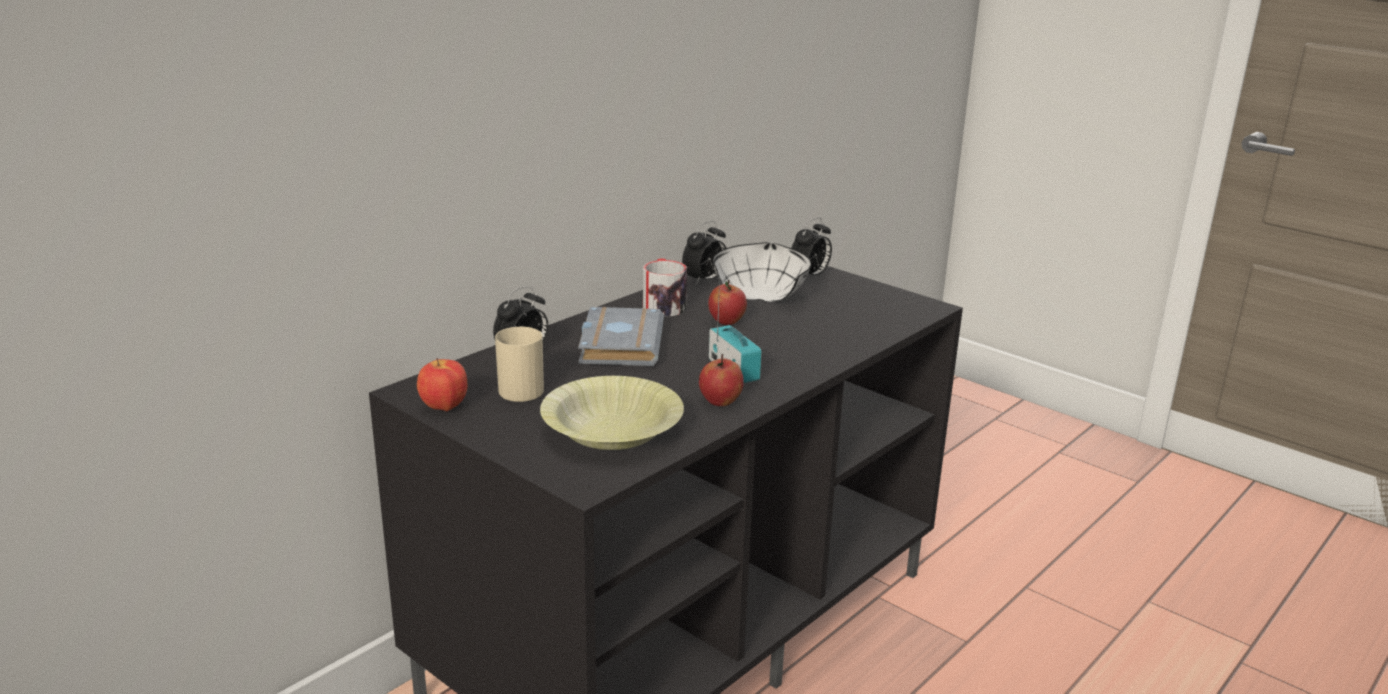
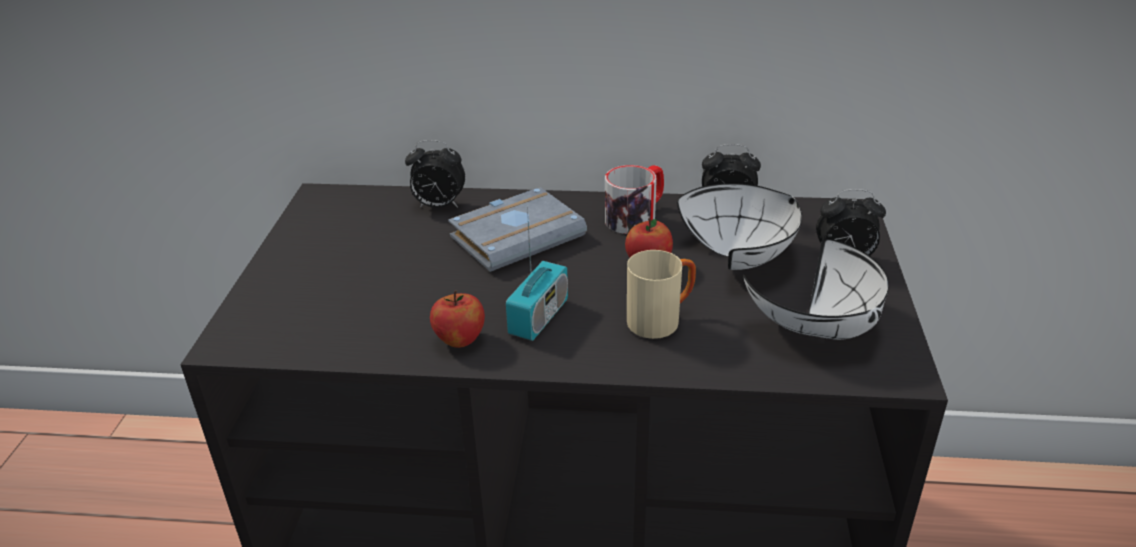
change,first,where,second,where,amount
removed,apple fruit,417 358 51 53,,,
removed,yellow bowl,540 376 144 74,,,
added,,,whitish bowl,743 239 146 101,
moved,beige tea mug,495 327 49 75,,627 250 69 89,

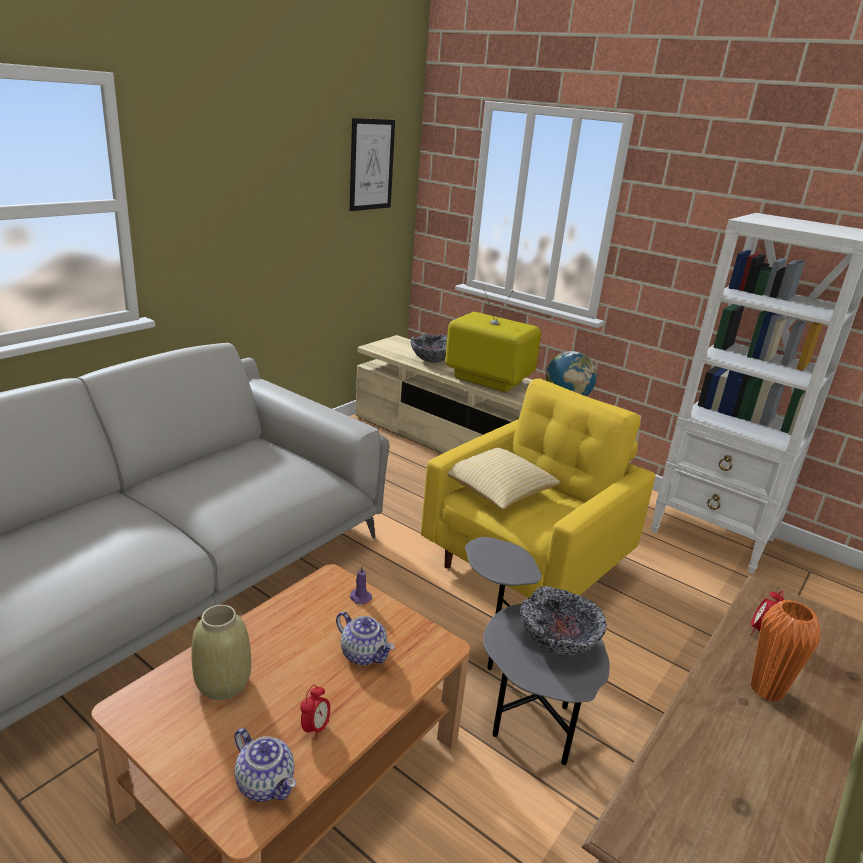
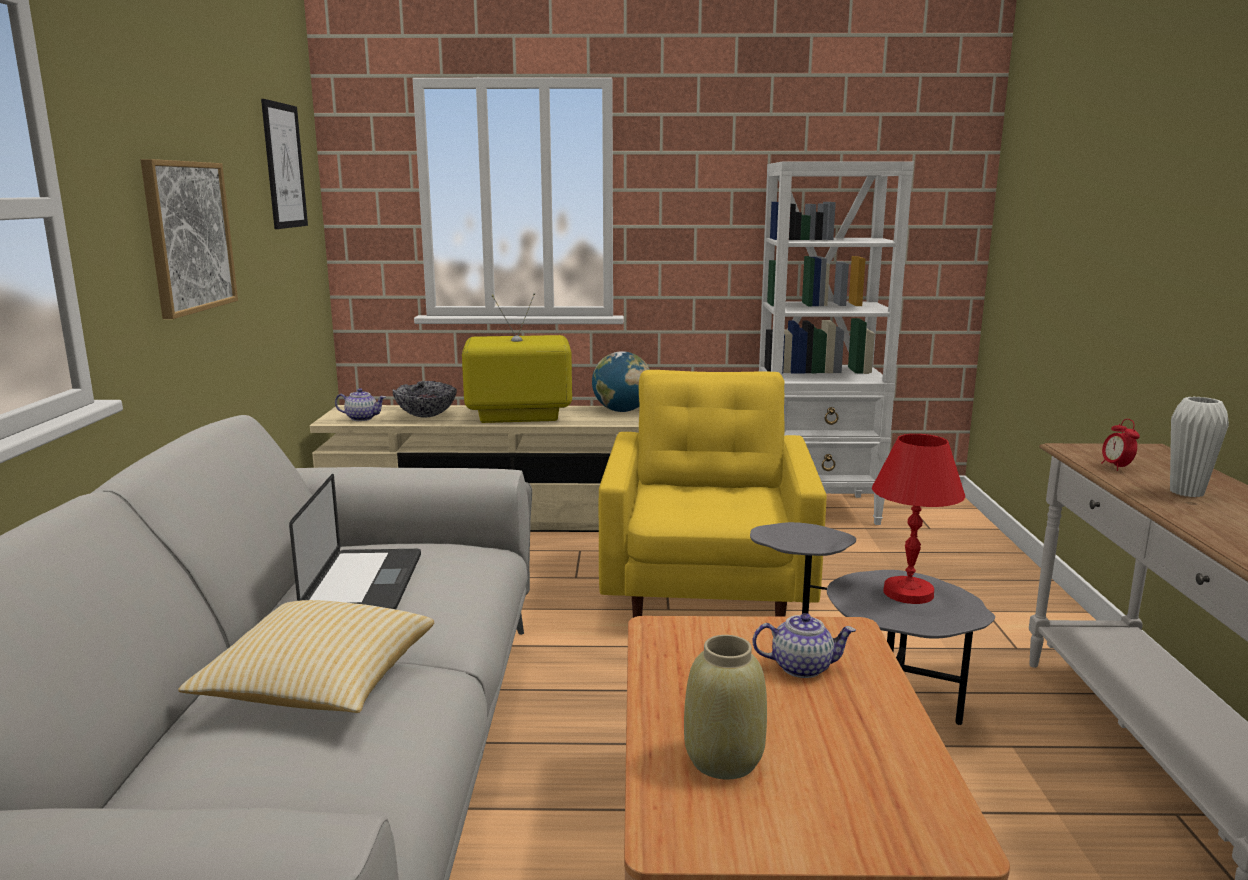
change,first,where,second,where,amount
removed,table clock,300 685 30 55,,,
removed,purple-coloured candle,350 566 22 39,,,
added,,,wall picture,141 159 97 160,
added,,,notebook computer,289 474 132 135,
moved,pot for tea,234 728 62 74,,335 388 51 33,
moved,cushion,447 448 113 61,,178 600 256 113,
replaced,bowl,520 586 87 70,reddish tabletop lamp,872 434 93 170,
recoloured,orange-coloured decorative vase,751 600 69 102,whitish decorative vase,1170 396 59 101,

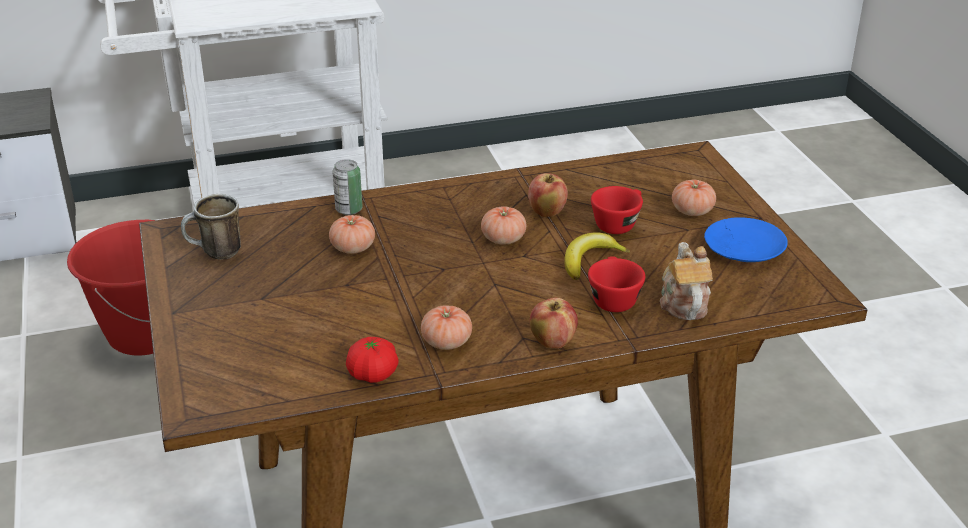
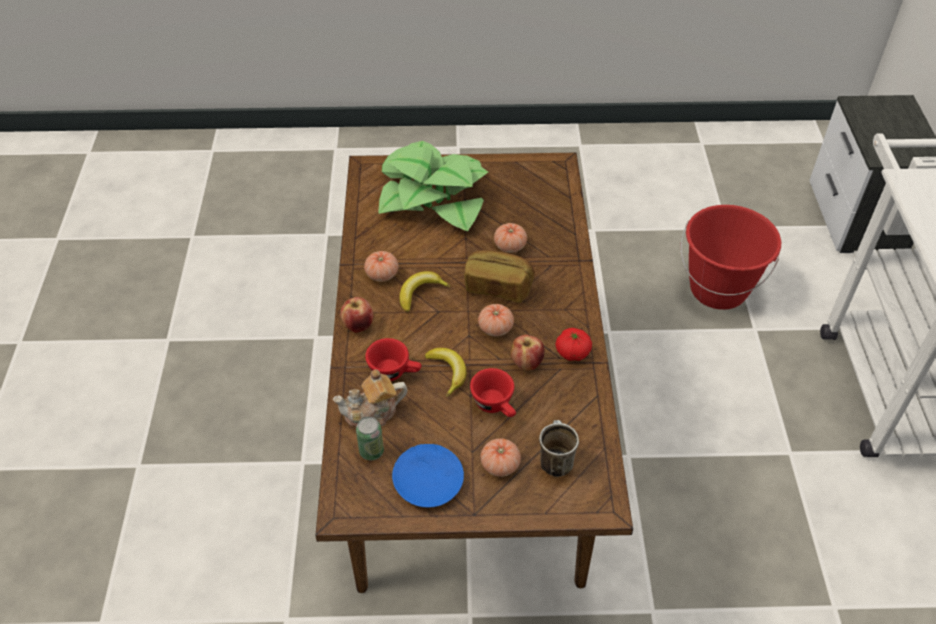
change,first,where,second,where,amount
added,,,houseplant,378 141 110 91,
added,,,whole banana,399 271 51 41,
added,,,bakery bread,464 250 71 53,
moved,tea mug,181 194 60 65,,539 420 40 57,
moved,sealed can,333 159 30 56,,356 417 28 43,
moved,whole tomato,346 337 53 46,,555 328 37 33,
turned,pot for tea,660 242 53 78,,332 369 75 58,150 degrees clockwise

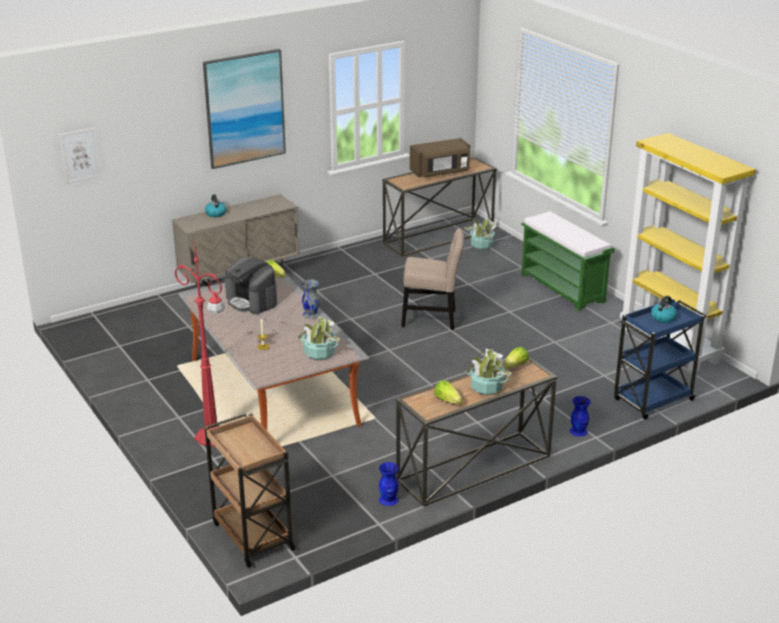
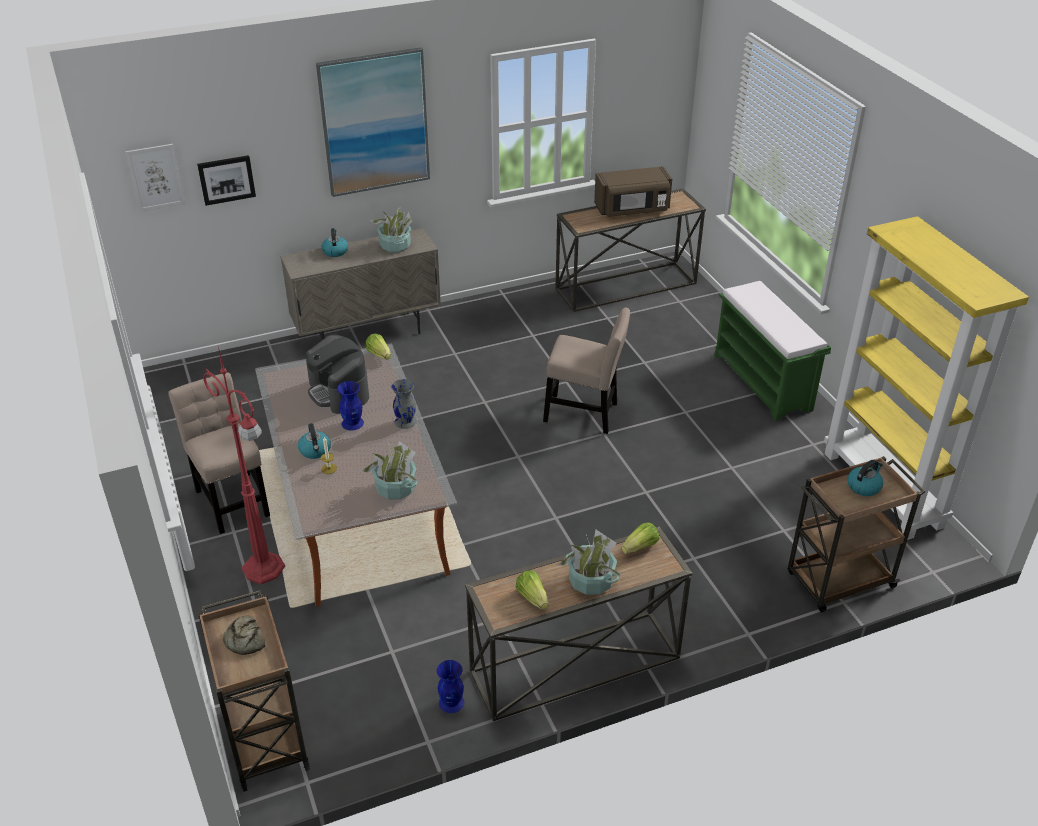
change,first,where,second,where,amount
added,,,beige plain chair,168 372 102 162,
added,,,wall picture,197 155 59 51,
added,,,bakery bread,223 615 42 40,
added,,,kettle,298 423 33 36,
moved,houseplant,464 217 32 33,,369 208 43 45,
moved,bluish decorative vase,570 396 21 41,,337 381 27 49,
recoloured,bluish cart,614 298 92 122,brown cart,788 456 137 156,

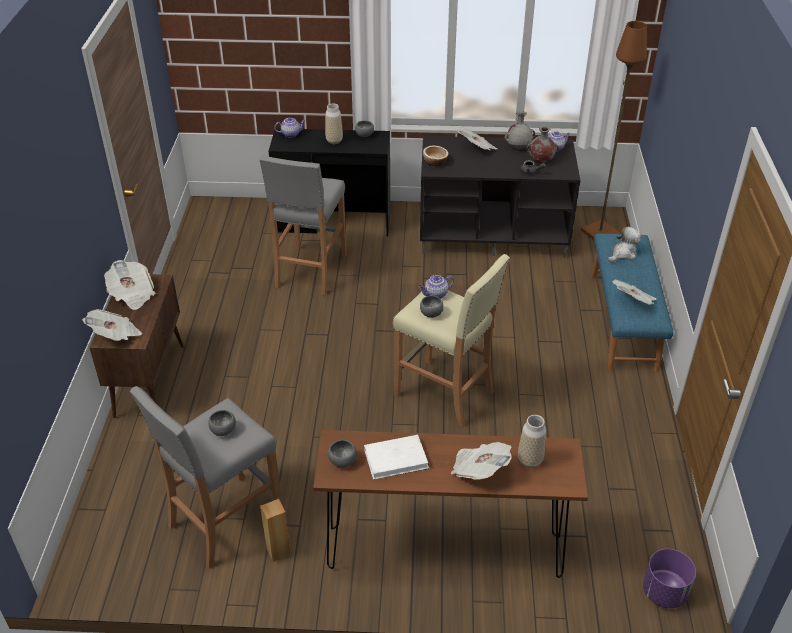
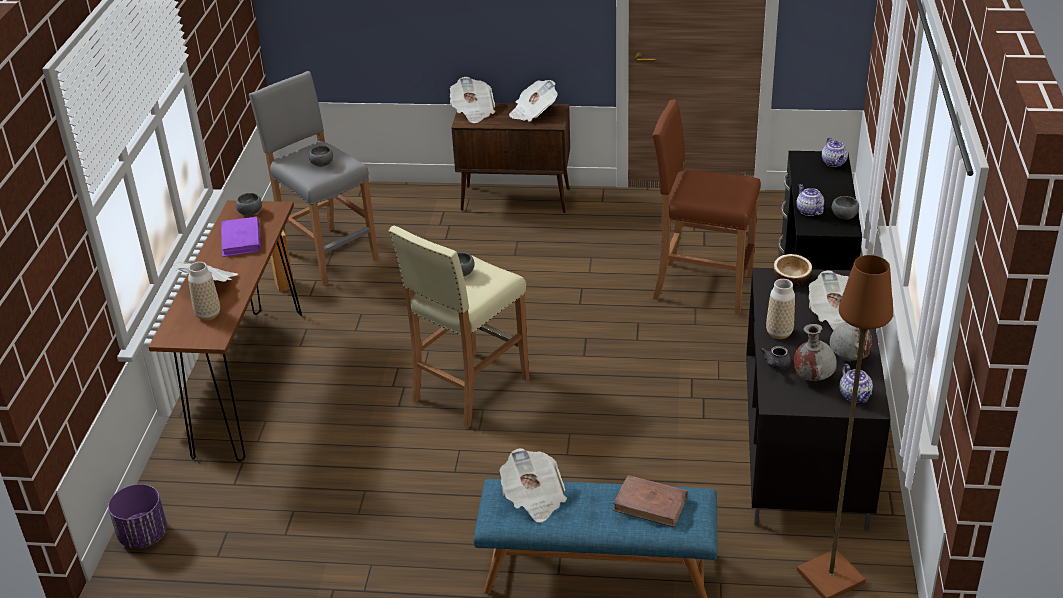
change,first,where,second,where,amount
moved,decorative vase,325 103 18 41,,766 279 29 60,
moved,pot for tea,419 275 35 24,,797 184 27 32,
replaced,soft toy,608 227 33 36,brown bound book,613 475 75 52,
recoloured,greyish stool seat,259 156 88 140,brown stool seat,652 99 109 215,
recoloured,whitish bound book,364 435 65 45,purple-coloured bound book,221 217 40 40,

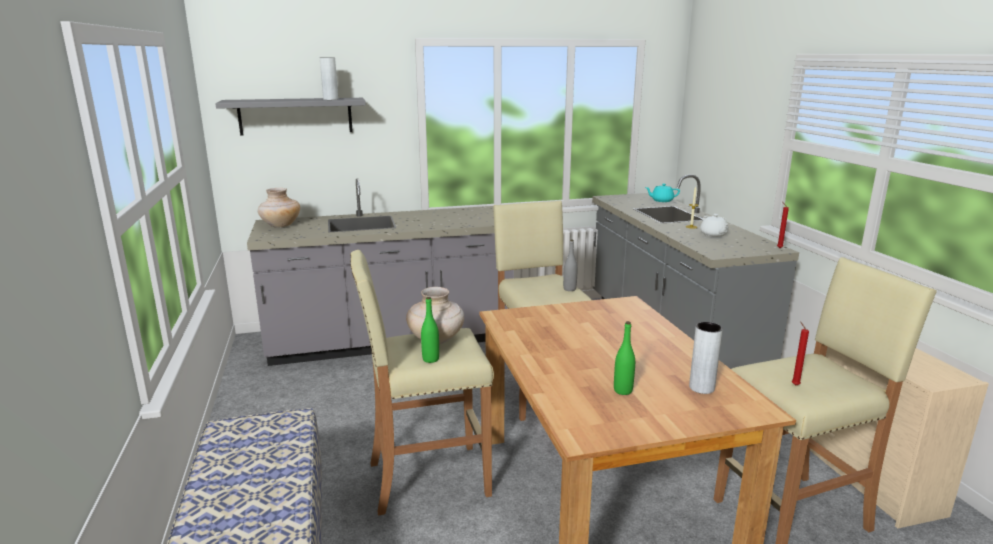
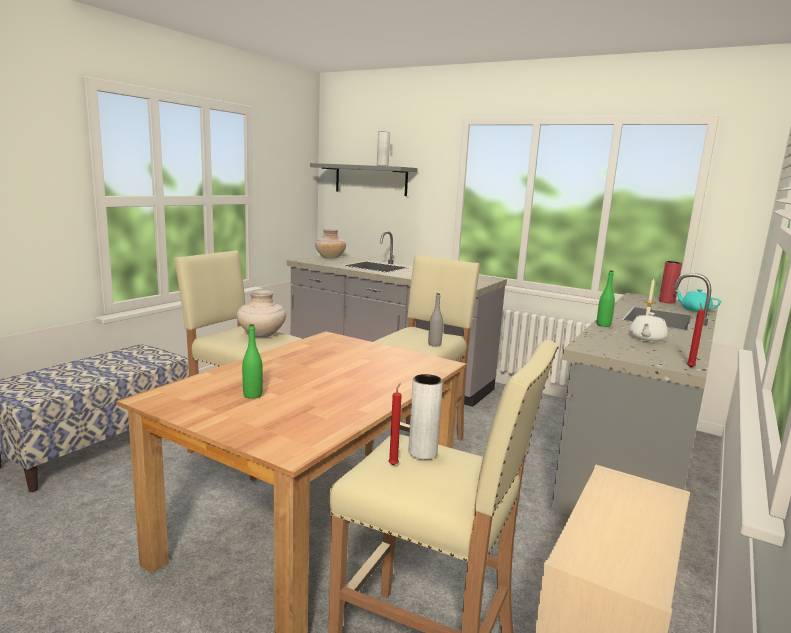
change,first,where,second,where,amount
added,,,reddish decorative vase,659 261 23 43,
moved,green-coloured beverage bottle,421 297 18 66,,597 270 18 57,
moved,greyish decorative vase,689 322 34 72,,409 374 34 86,

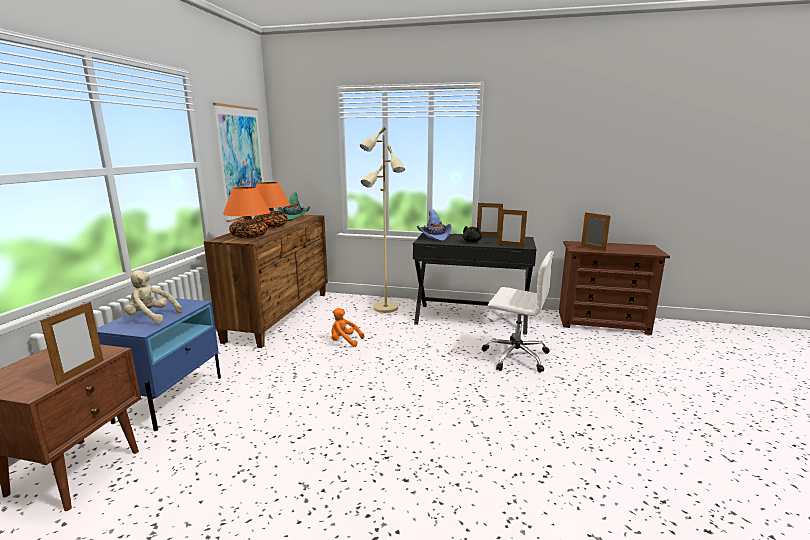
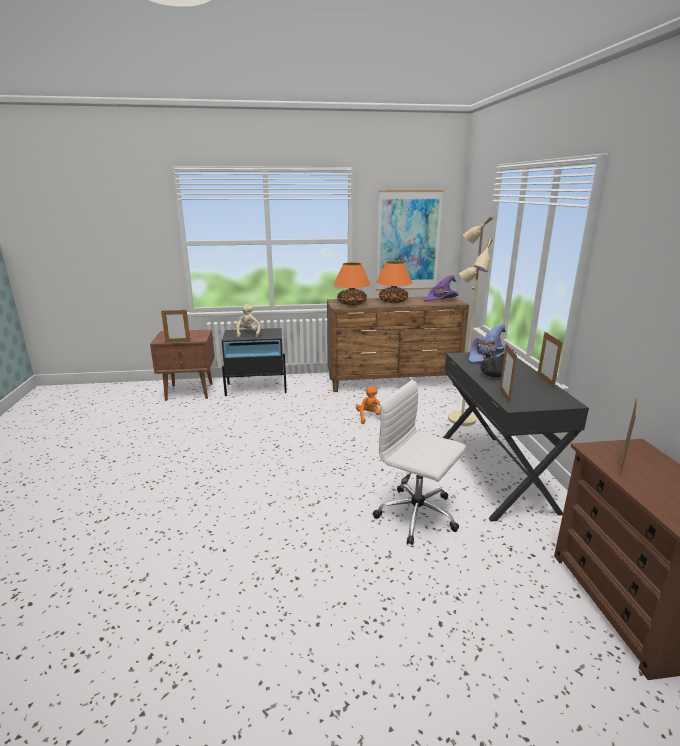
change,first,where,second,where,amount
recoloured,bluish nightstand,97 297 124 134,blackish nightstand,222 328 65 68,
recoloured,green-coloured hat,278 192 32 29,purple-coloured hat,424 275 34 26,
turned,whitish office chair,482 251 72 122,,373 380 93 165,120 degrees clockwise

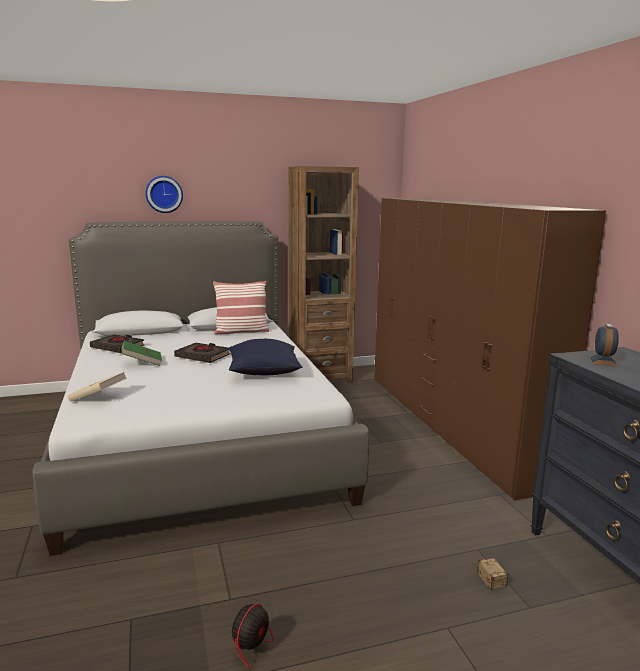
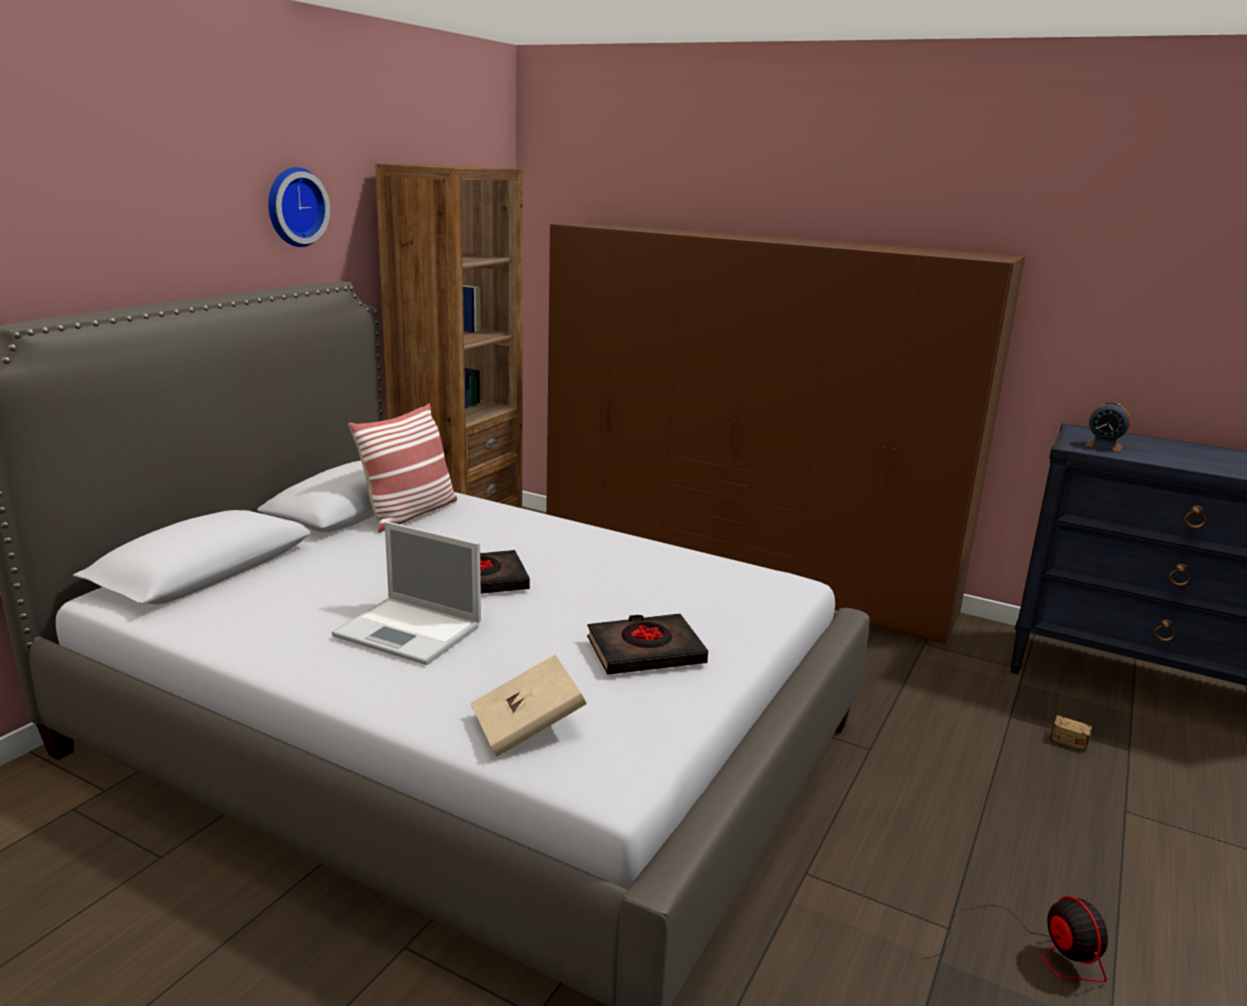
change,first,where,second,where,amount
removed,bluish cushion,228 339 74 36,,,
moved,blackish bound book,90 334 54 19,,587 614 121 61,
moved,hanging clock,146 176 37 37,,268 167 62 80,
replaced,green-coloured bound book,122 341 40 25,notebook computer,332 522 149 143,
turned,table clock,590 324 29 43,,1085 401 46 51,150 degrees clockwise

